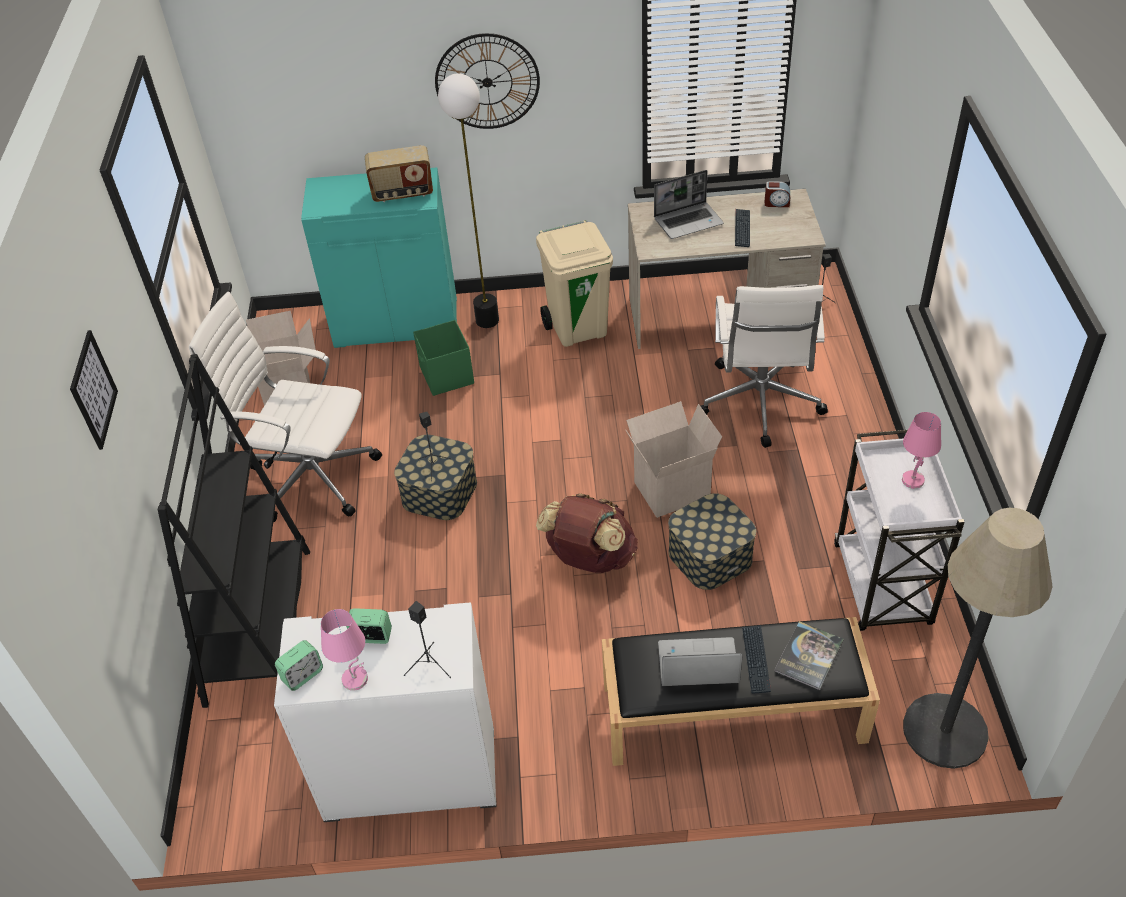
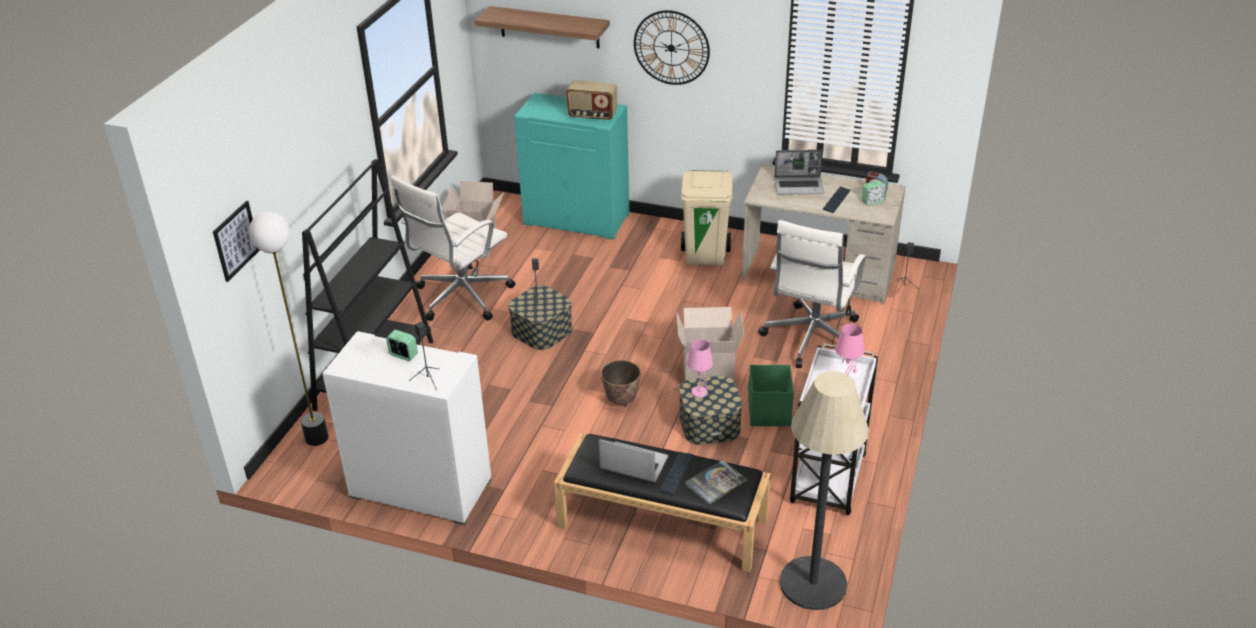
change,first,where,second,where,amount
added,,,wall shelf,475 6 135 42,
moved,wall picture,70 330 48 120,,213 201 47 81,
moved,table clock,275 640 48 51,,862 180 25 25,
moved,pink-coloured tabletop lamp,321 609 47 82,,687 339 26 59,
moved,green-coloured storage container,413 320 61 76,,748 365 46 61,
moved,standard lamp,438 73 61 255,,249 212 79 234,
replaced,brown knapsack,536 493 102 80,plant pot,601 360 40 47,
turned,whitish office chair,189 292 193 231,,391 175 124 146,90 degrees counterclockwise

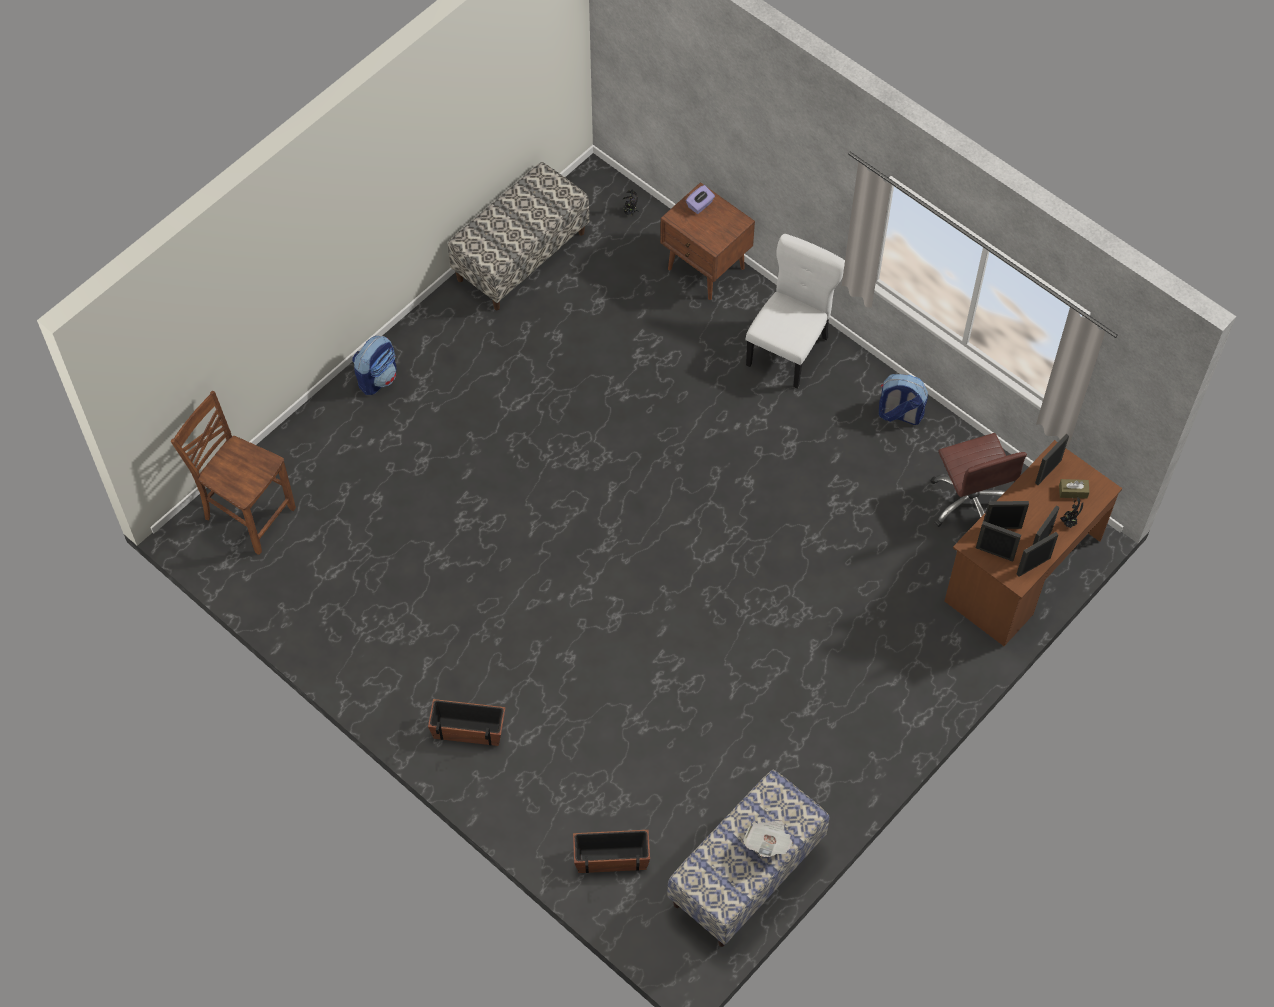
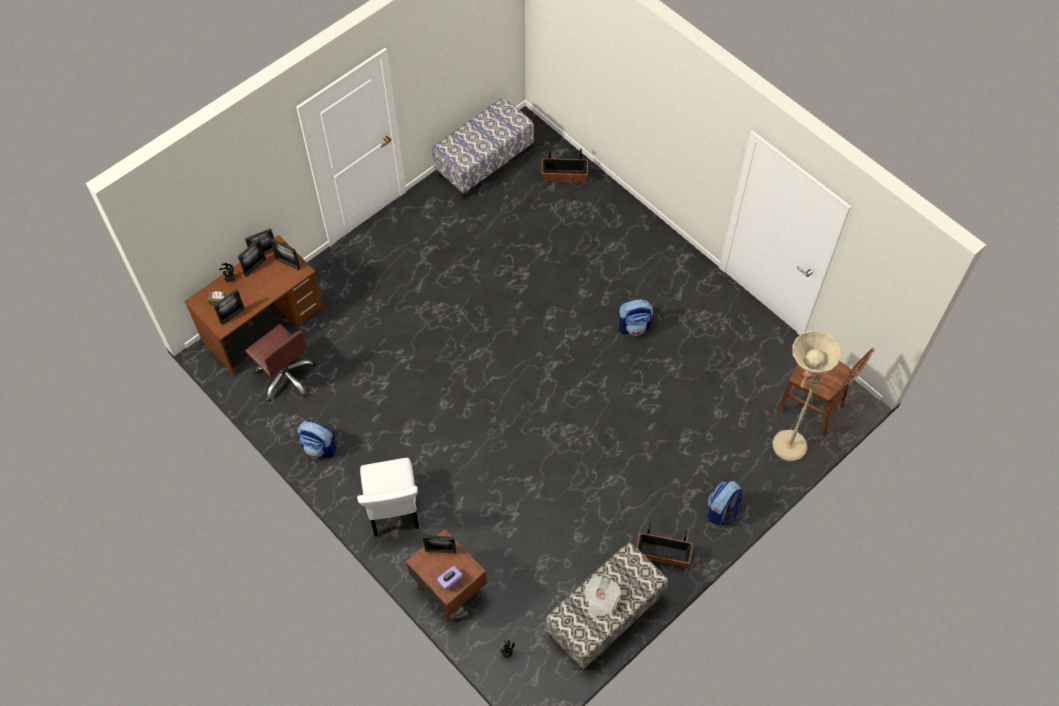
change,first,where,second,where,amount
added,,,knapsack,618 299 35 36,
added,,,beige standard lamp,773 331 68 130,
moved,plant pot,428 699 77 47,,637 523 56 44,
moved,daily paper,743 821 50 36,,584 574 37 42,
moved,photo frame,984 501 45 28,,423 535 33 19,
turned,whitish plain chair,746 234 99 155,,357 458 62 79,45 degrees counterclockwise
turned,brown office chair,930 433 97 94,,245 324 71 78,150 degrees clockwise

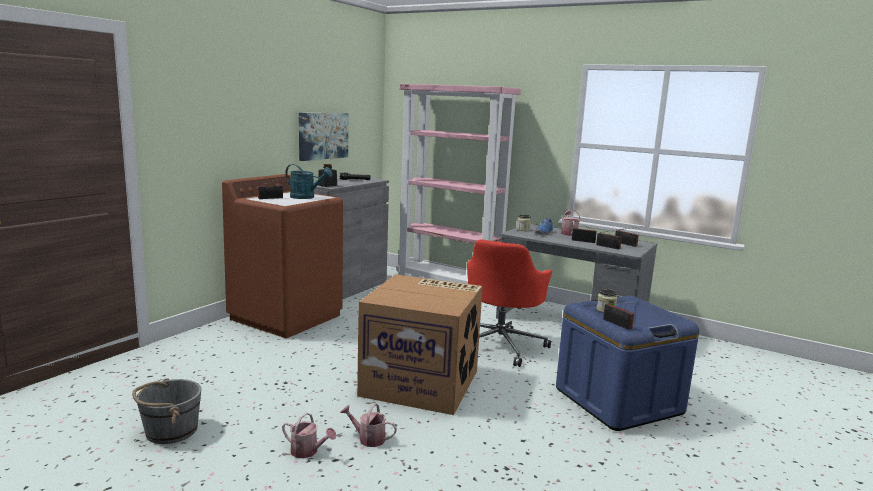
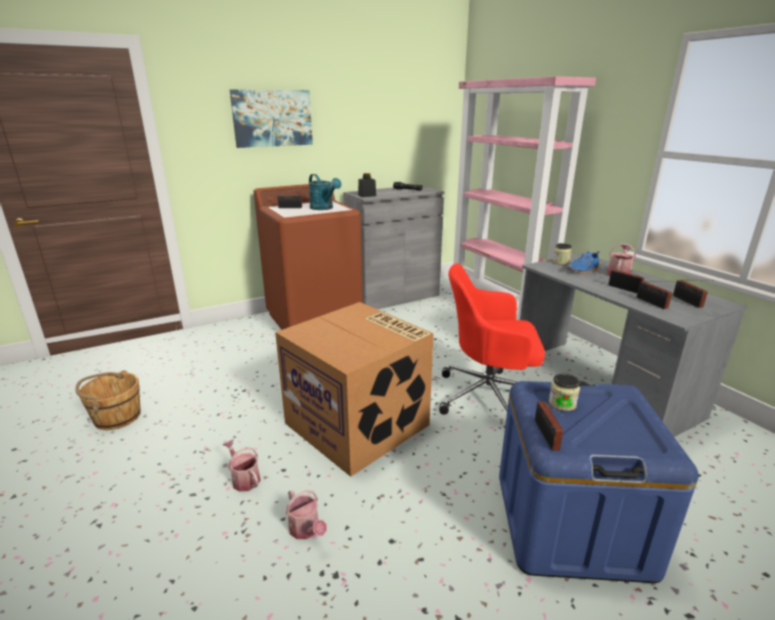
change,first,where,second,where,amount
moved,sprinkling can,282 413 55 45,,286 490 41 49,
moved,wall picture,299 113 50 48,,229 89 84 59,
recoloured,greyish water bucket,132 378 69 66,brown water bucket,75 370 66 60,
turned,reddish office chair,467 239 85 128,,439 263 106 152,45 degrees clockwise

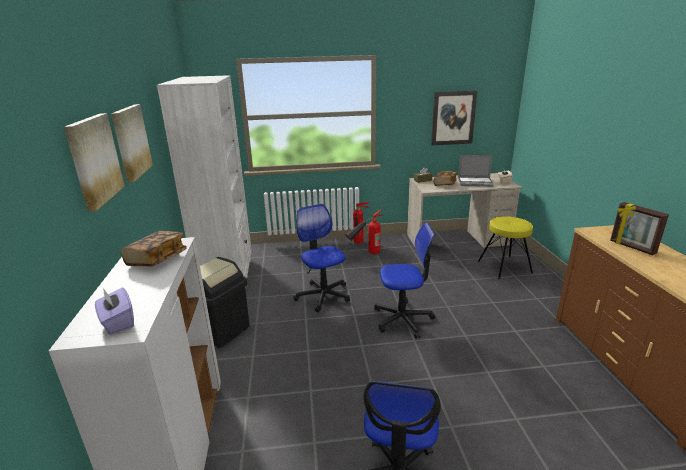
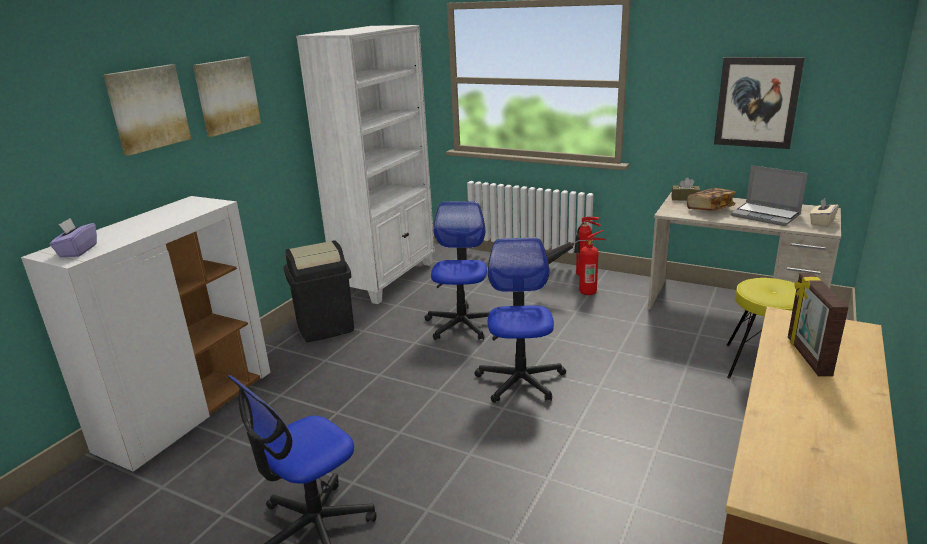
change,first,where,second,where,amount
removed,bound book,121 231 66 35,,,
turned,office chair,375 223 60 116,,475 238 91 165,120 degrees counterclockwise

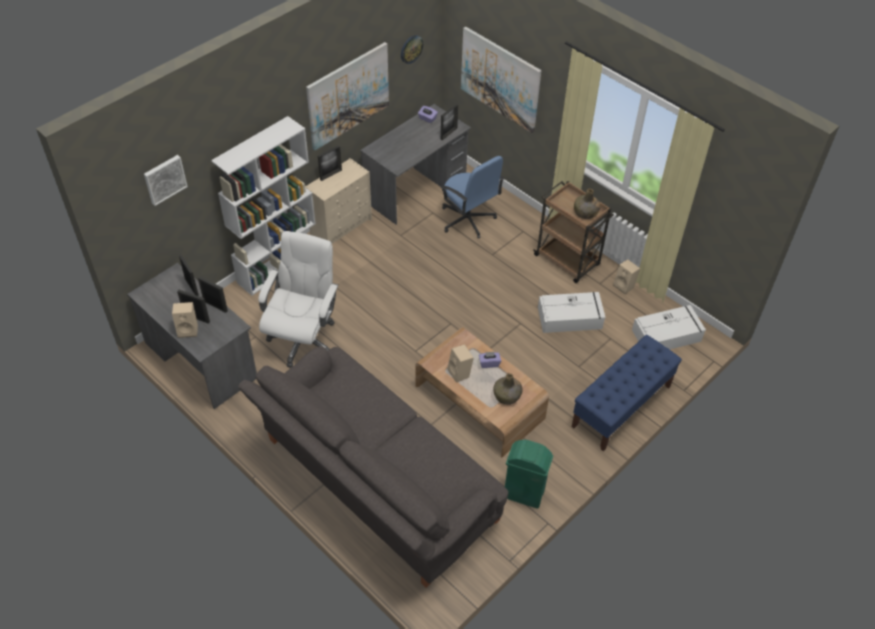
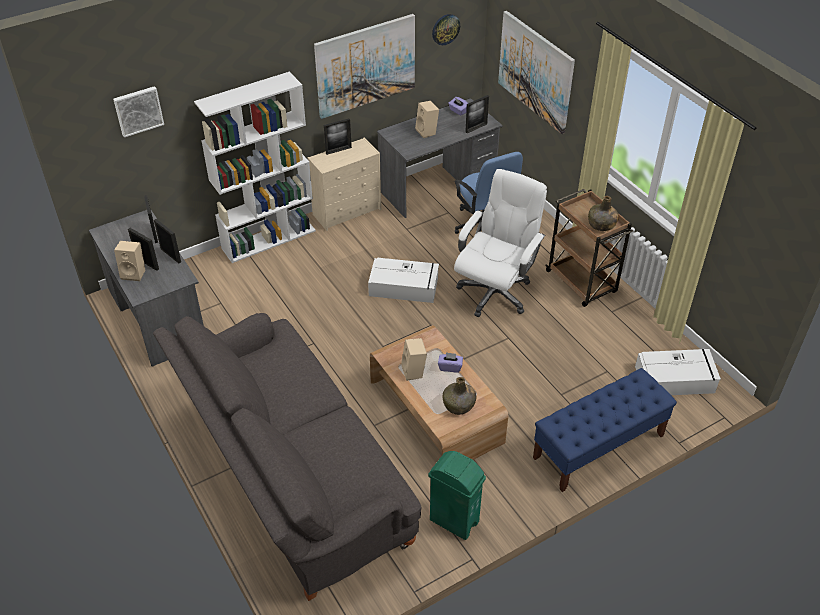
change,first,where,second,where,amount
moved,whitish office chair,258 231 80 137,,454 169 93 148,
moved,whitish storage container,538 292 68 41,,368 258 71 45,
moved,beige loudspeaker,613 259 27 35,,415 101 24 37,

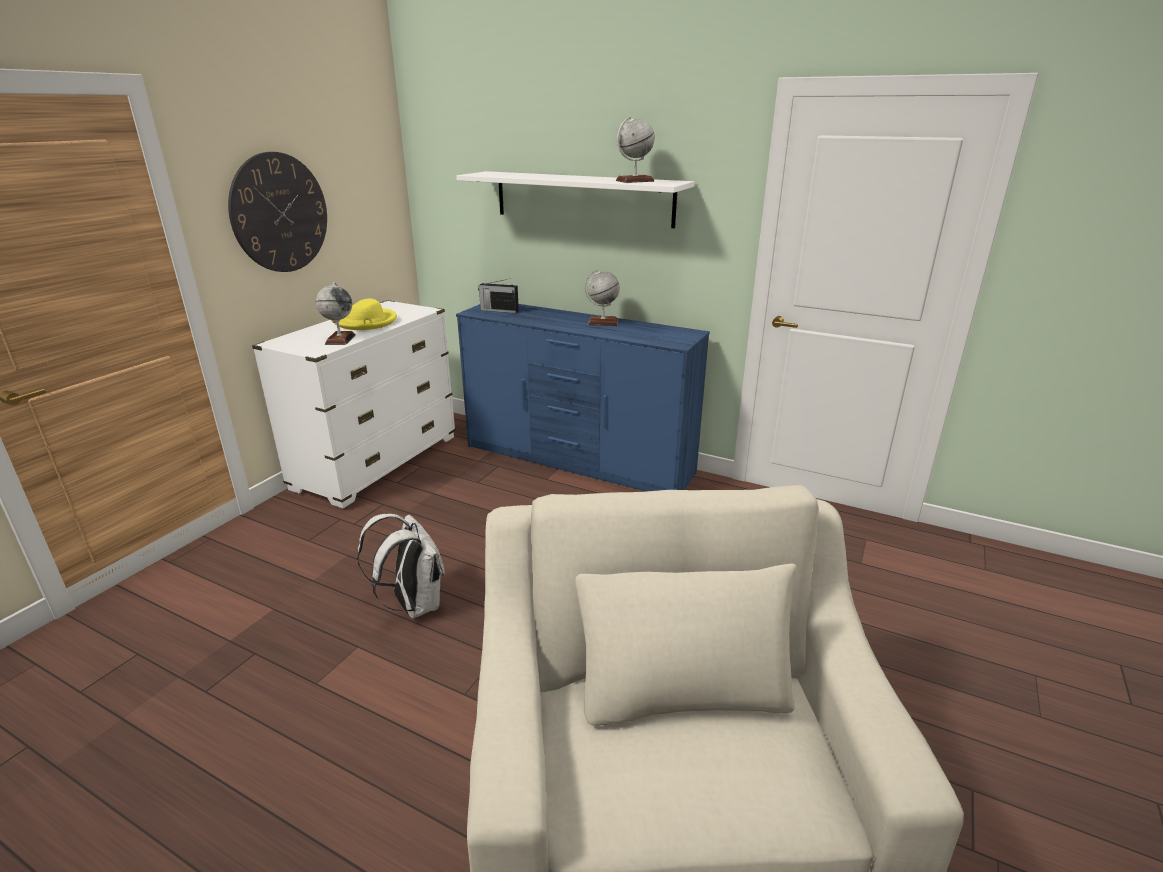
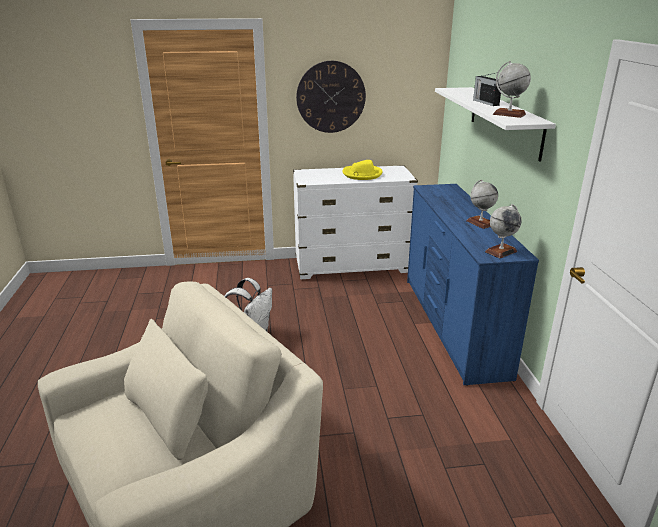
change,first,where,second,where,amount
moved,desk globe,316 282 40 63,,485 204 37 55,
moved,radio set,478 279 41 34,,473 73 28 33,

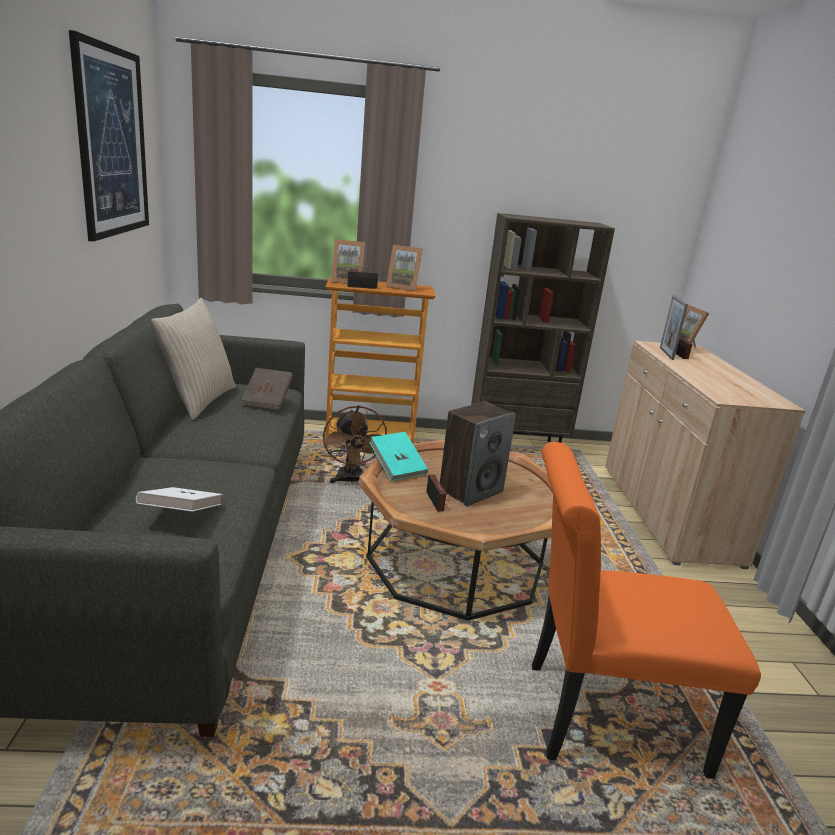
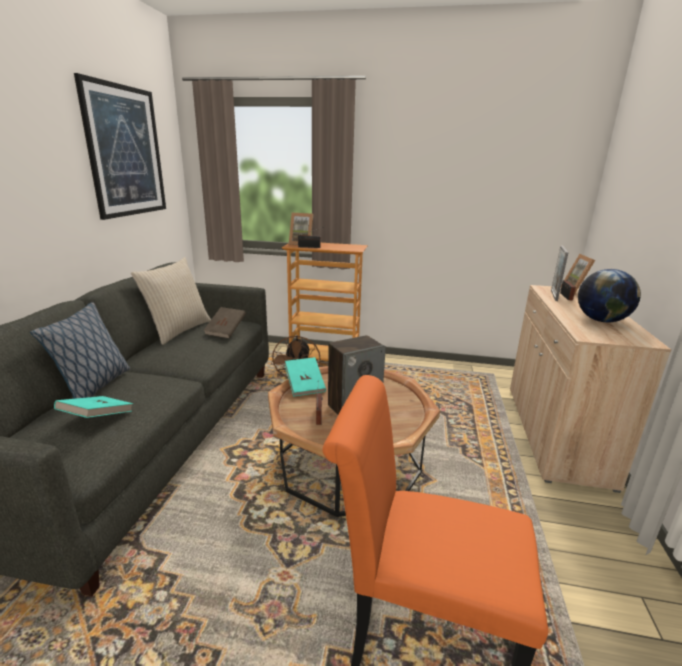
change,first,where,second,where,amount
removed,photo frame,386 245 37 46,,,
removed,brown shelving unit,471 213 144 230,,,
added,,,cushion,30 302 100 97,
added,,,desk globe,578 269 63 54,
recoloured,whitish bound book,136 487 87 25,turquoise-coloured bound book,54 396 79 22,

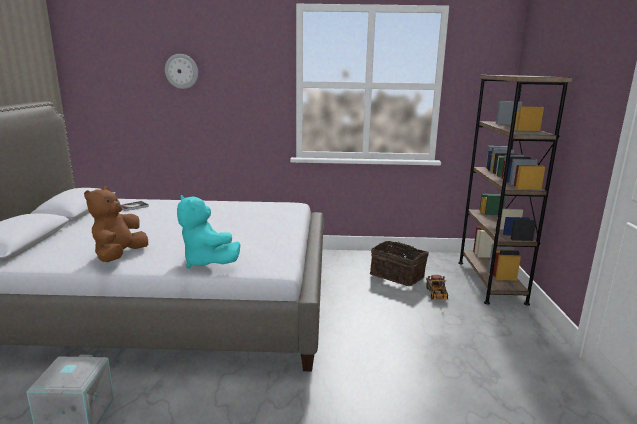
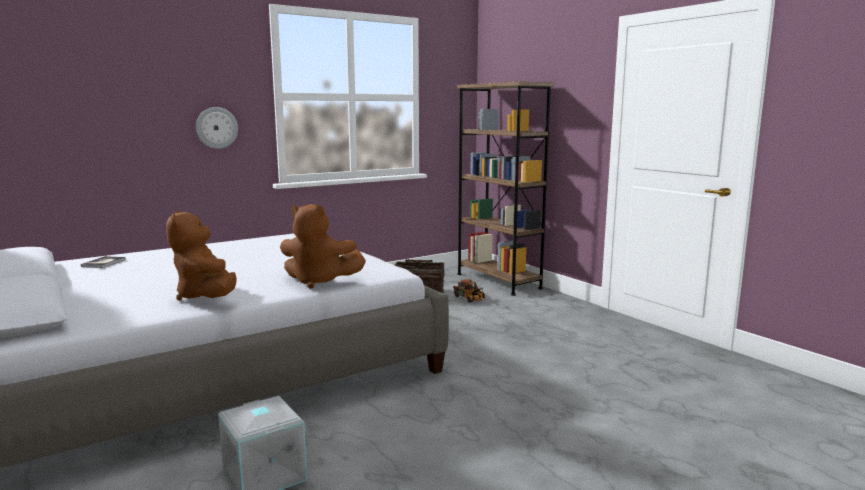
change,first,where,second,where,amount
moved,hanging clock,165 54 33 35,,196 107 42 42,
recoloured,turquoise-coloured soft toy,177 195 63 74,brown soft toy,280 204 86 85,

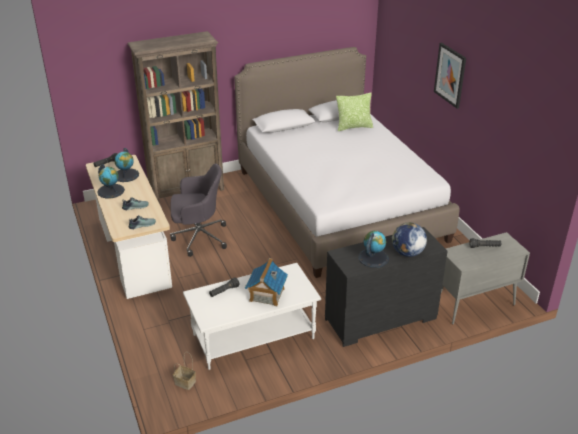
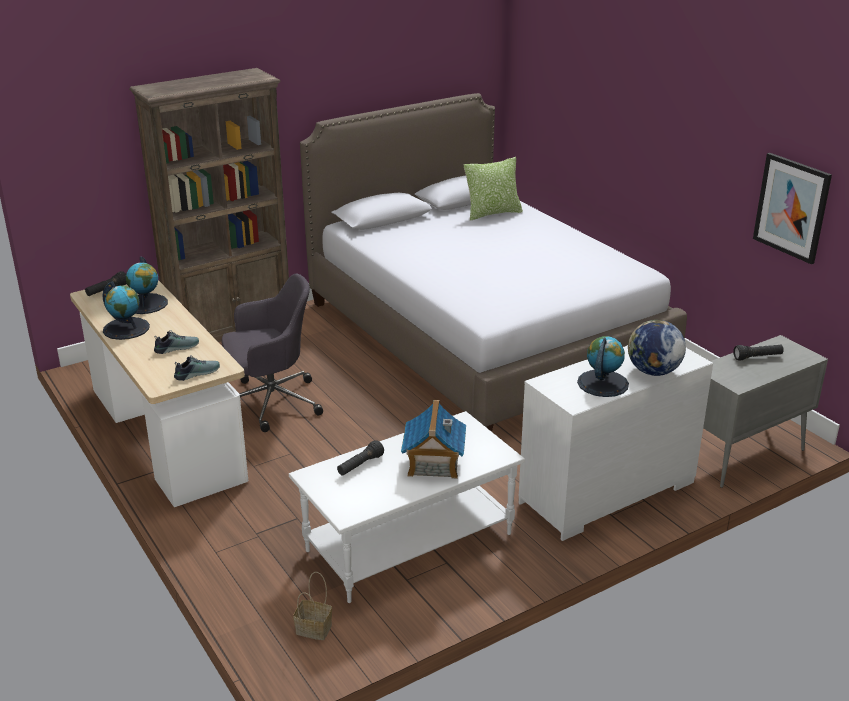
change,first,where,second,where,amount
moved,wall picture,434 43 32 66,,753 153 79 111,
recoloured,blackish drawer chest,325 227 122 120,whitish drawer chest,518 345 195 196,

